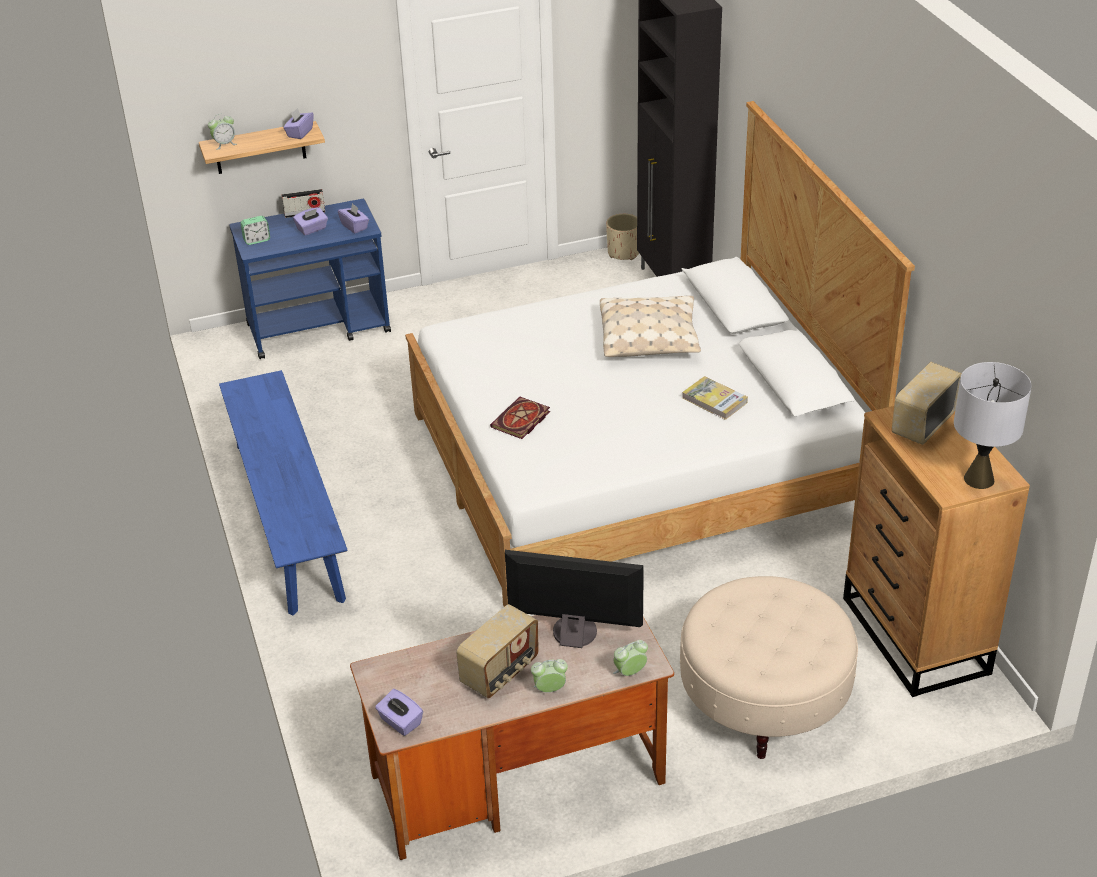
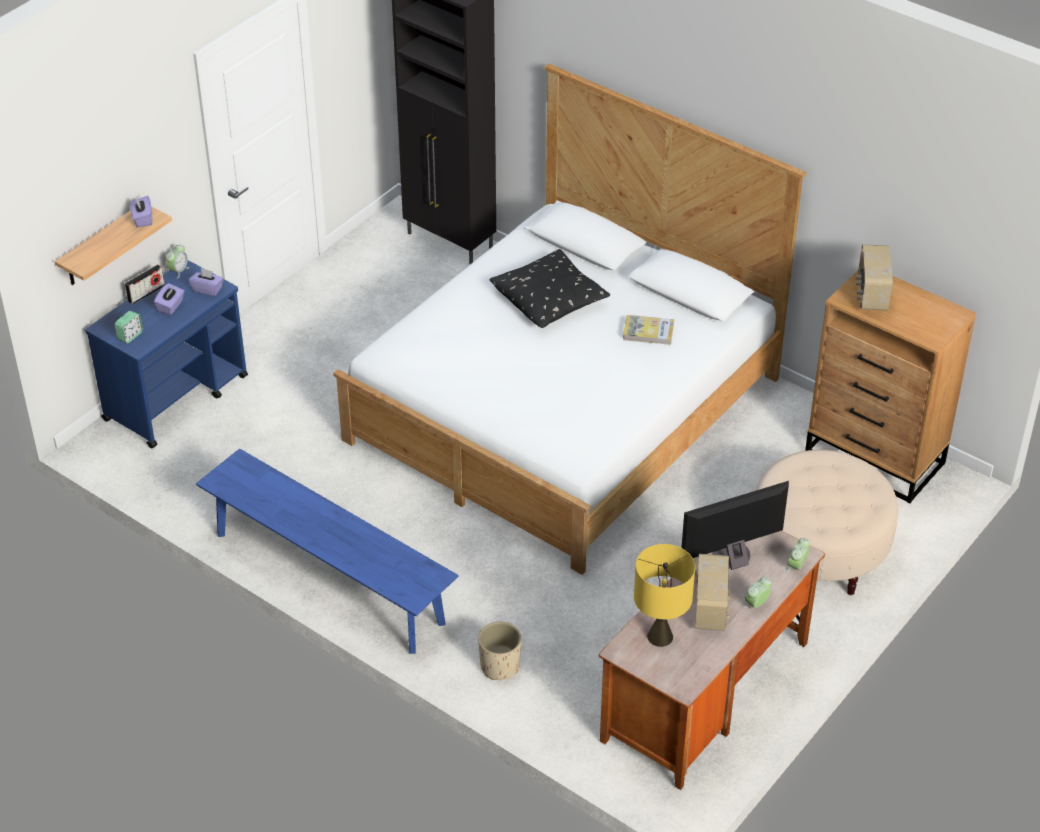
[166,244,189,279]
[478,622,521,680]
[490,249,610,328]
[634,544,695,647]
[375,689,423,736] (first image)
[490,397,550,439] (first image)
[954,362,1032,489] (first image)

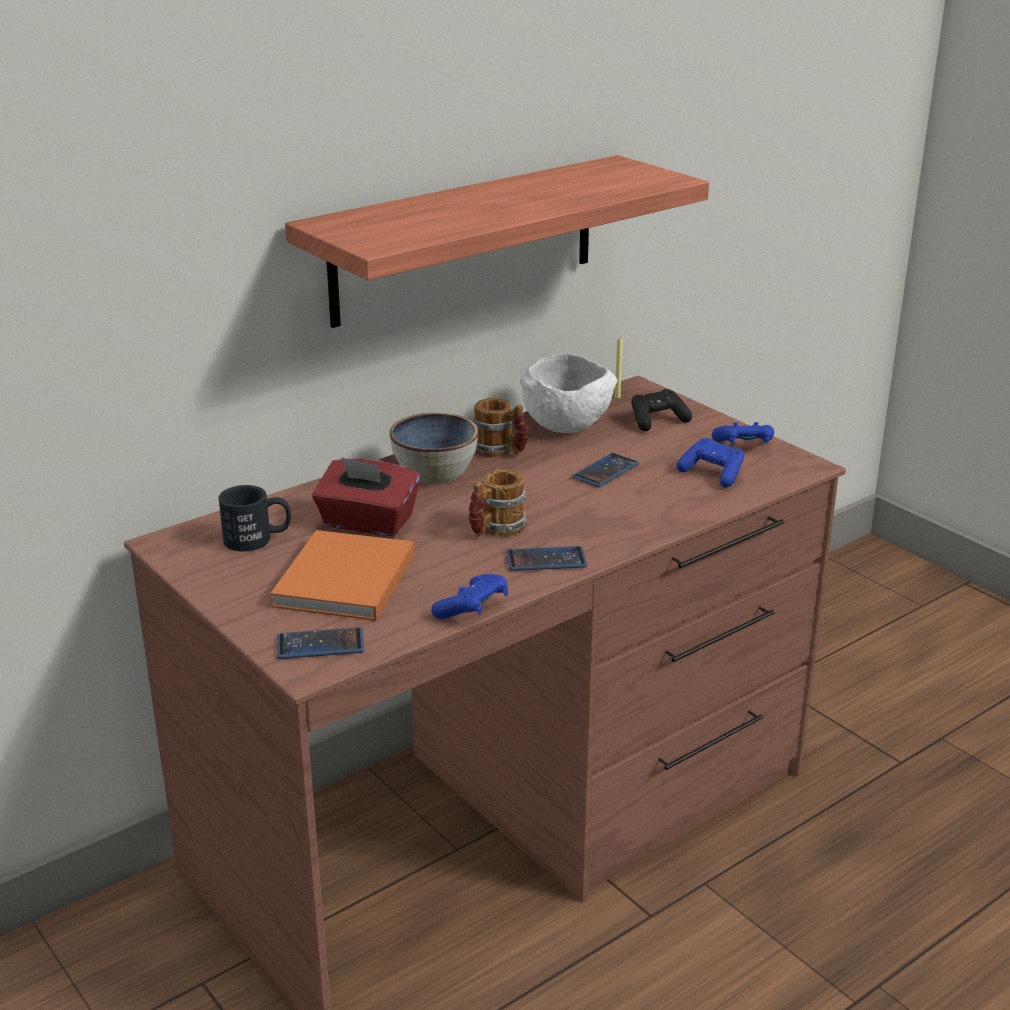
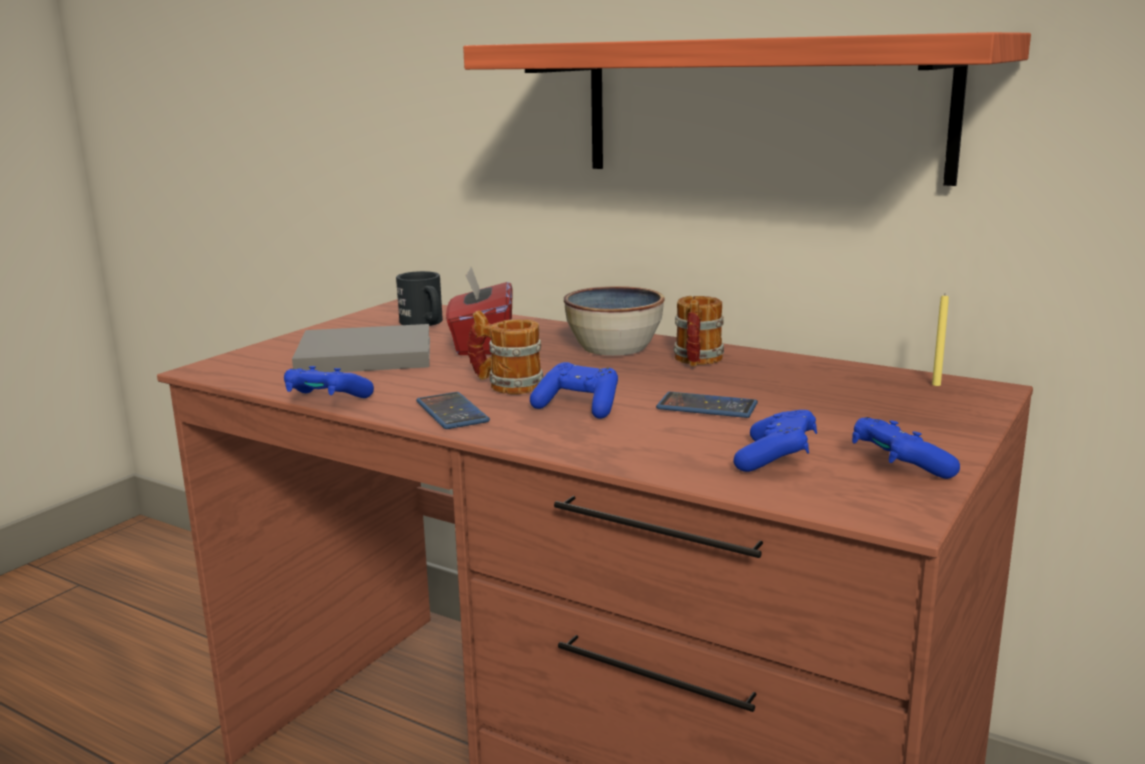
[292,324,430,372]
[530,362,618,419]
[277,627,364,659] (first image)
[520,353,618,433] (first image)
[631,389,692,431] (first image)

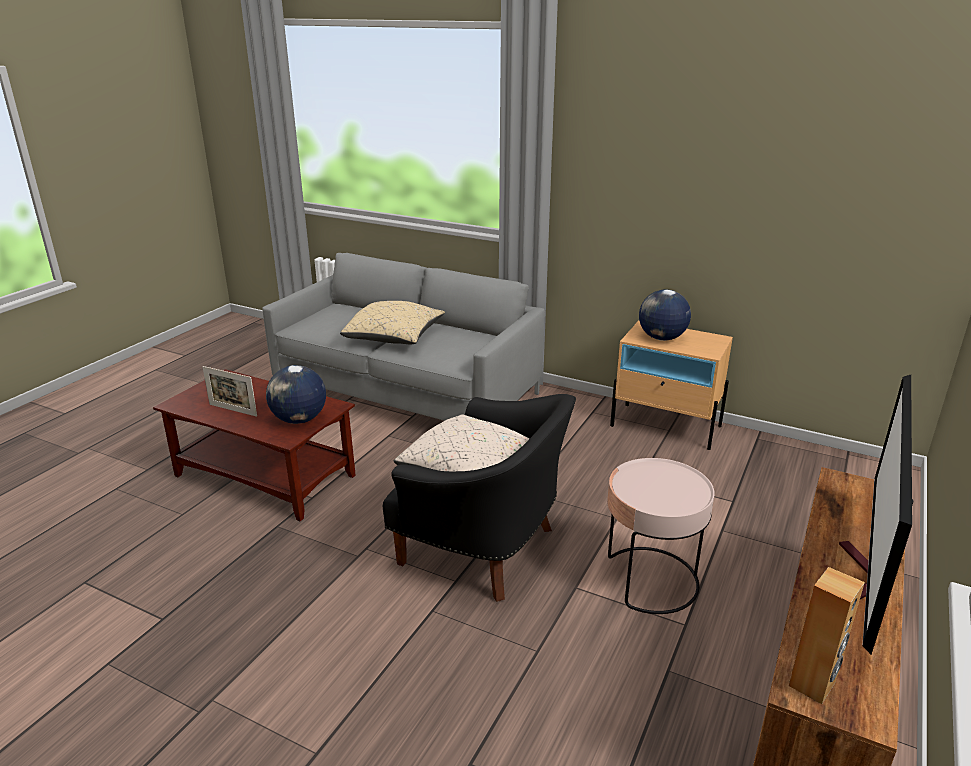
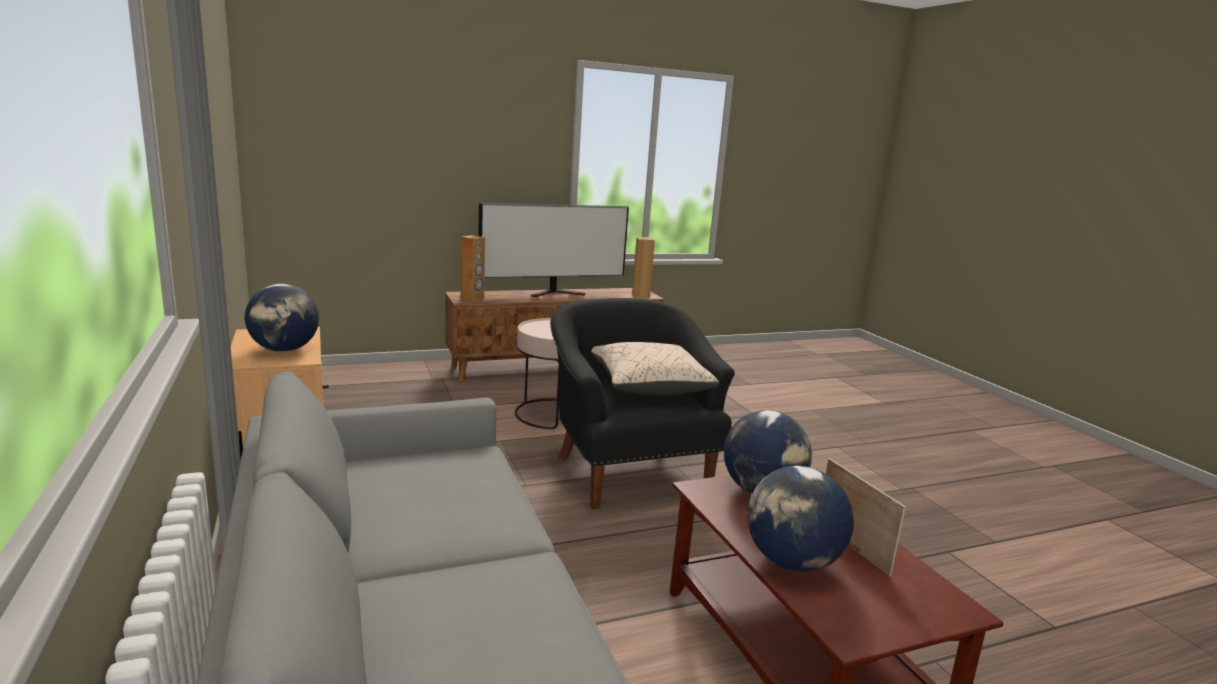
[461,235,485,302]
[747,466,854,572]
[340,301,445,344] (first image)

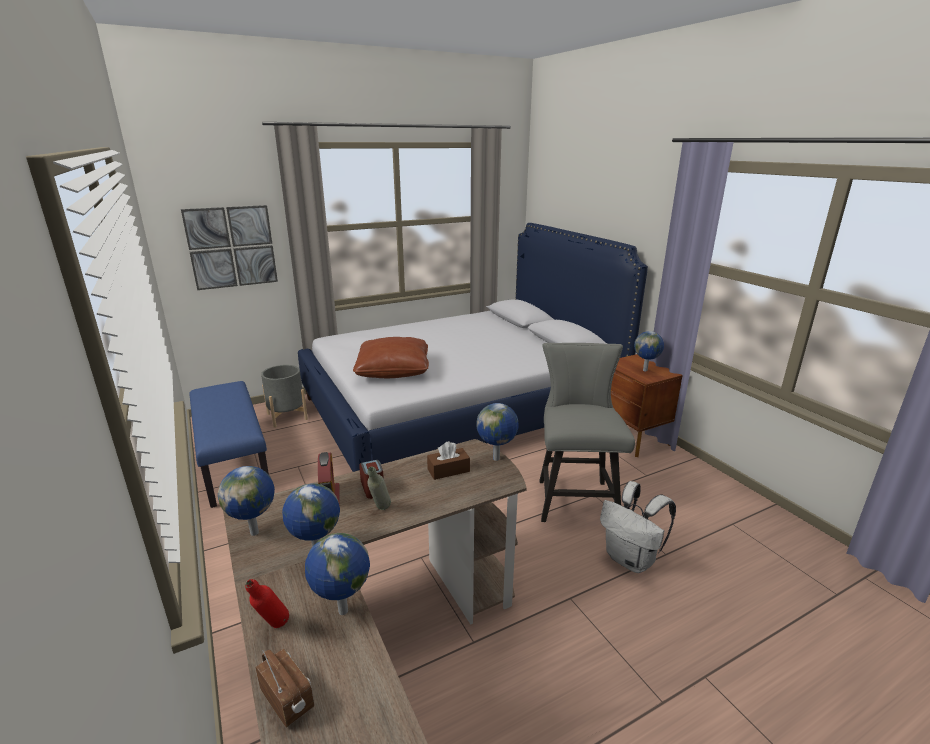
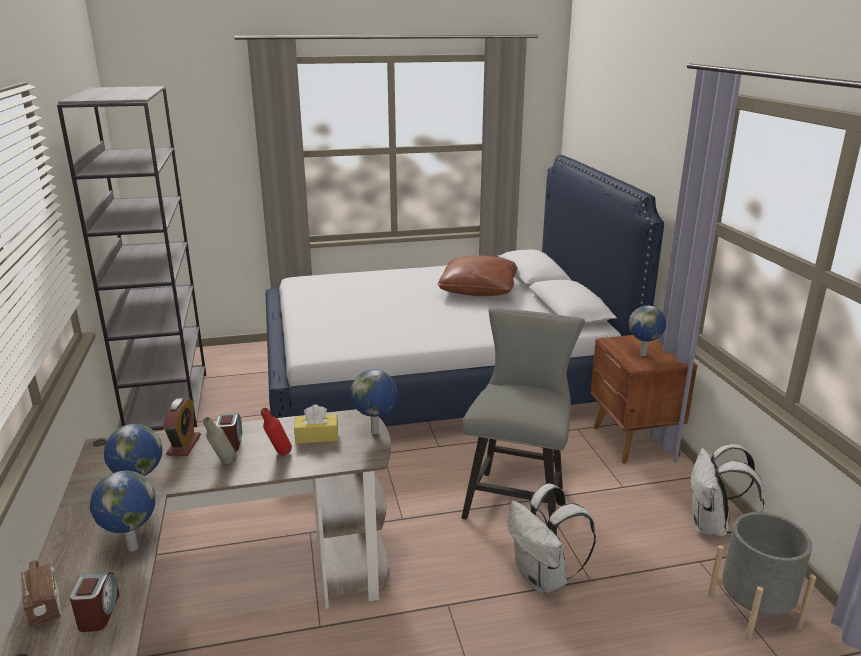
[57,86,206,430]
[70,572,120,632]
[261,408,292,455]
[294,404,338,444]
[438,255,518,296]
[690,444,764,537]
[708,512,816,642]
[181,205,278,290] (first image)
[218,466,275,536] (first image)

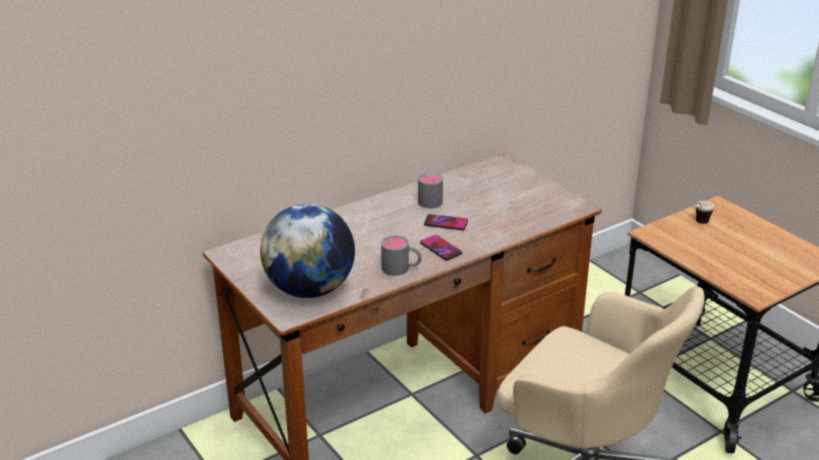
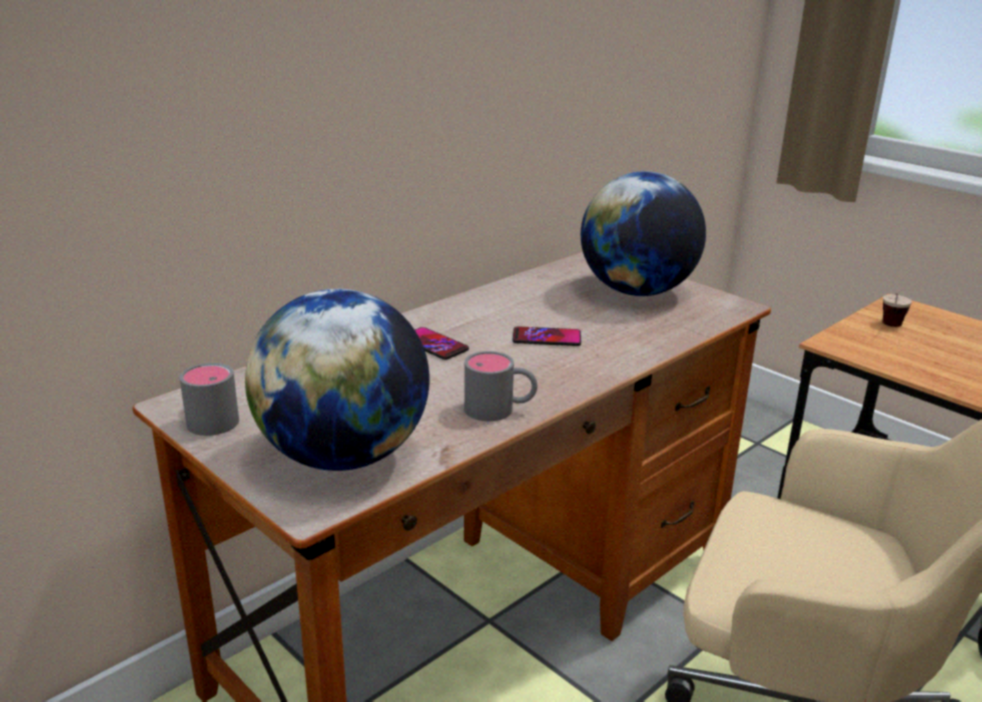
[179,363,239,436]
[415,327,469,360]
[581,171,706,296]

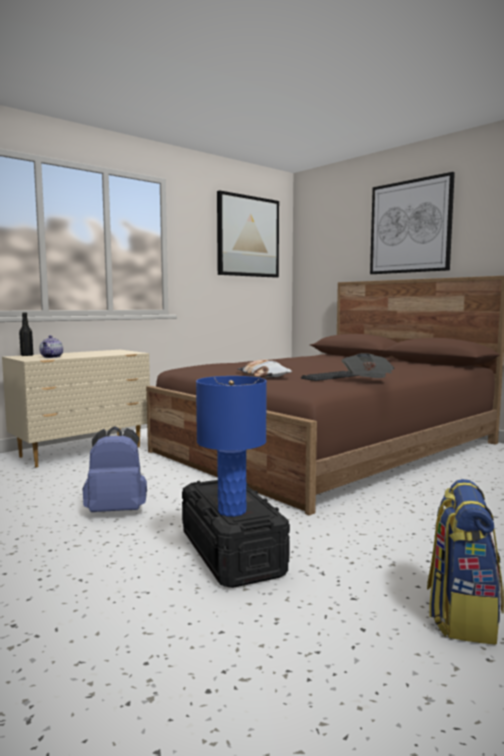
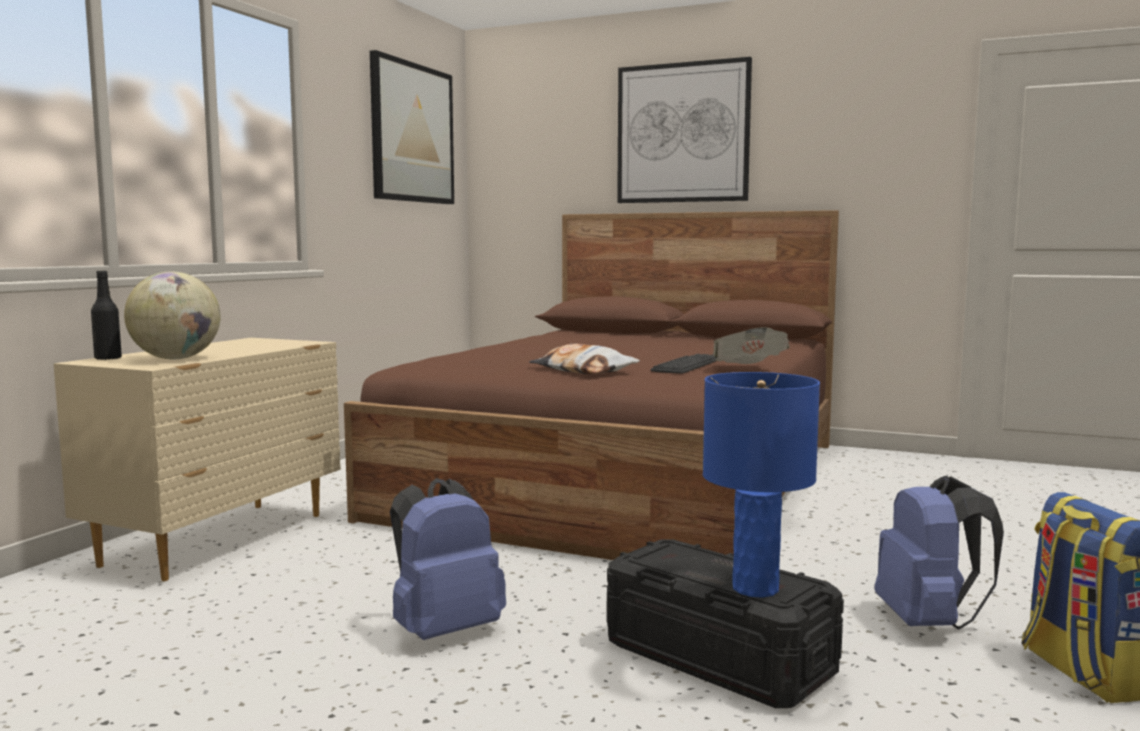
[124,272,221,359]
[875,475,1004,630]

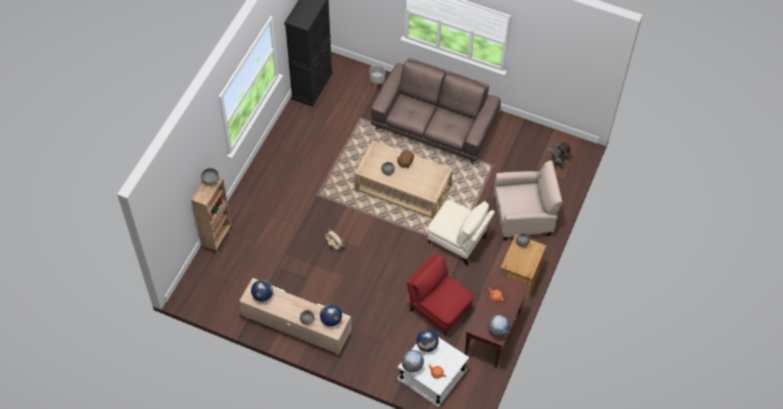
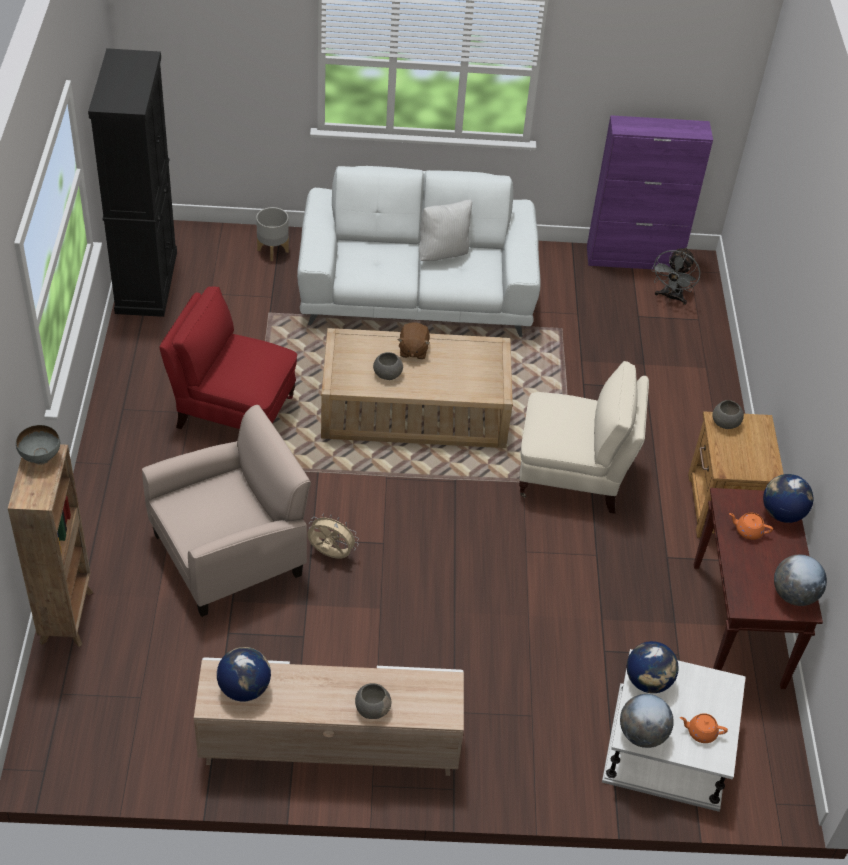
[142,405,311,617]
[160,286,297,429]
[297,166,541,337]
[418,199,472,261]
[587,115,713,269]
[763,474,813,523]

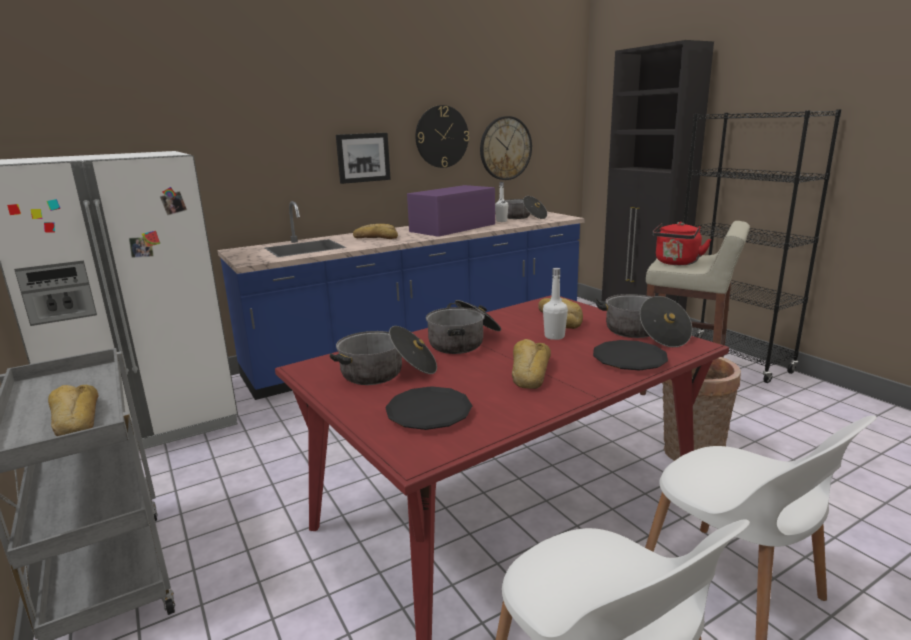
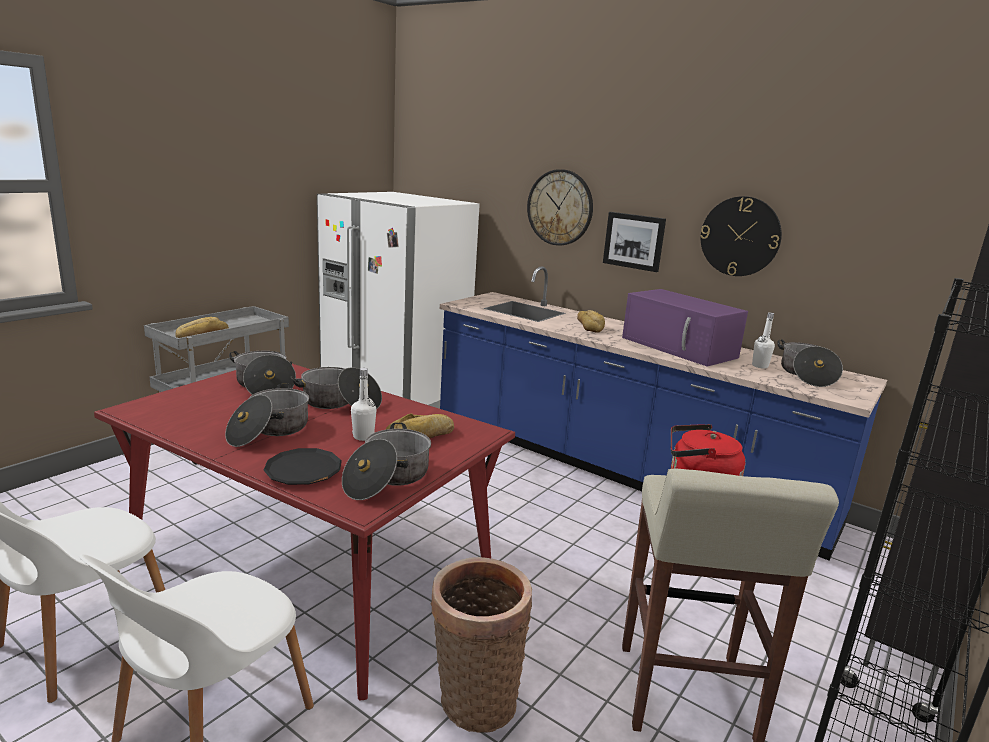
[225,383,309,447]
[527,169,593,246]
[622,289,748,367]
[385,386,472,430] (first image)

